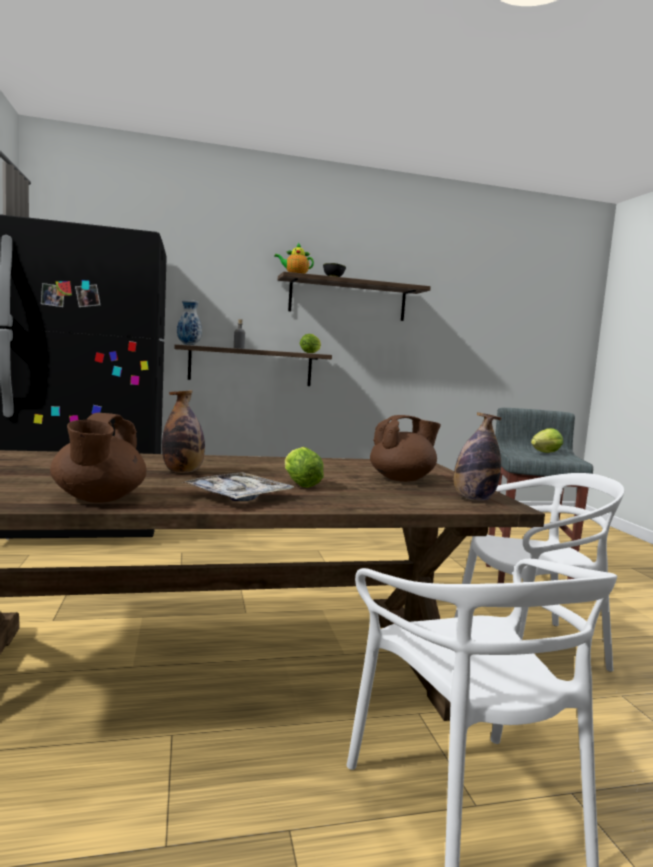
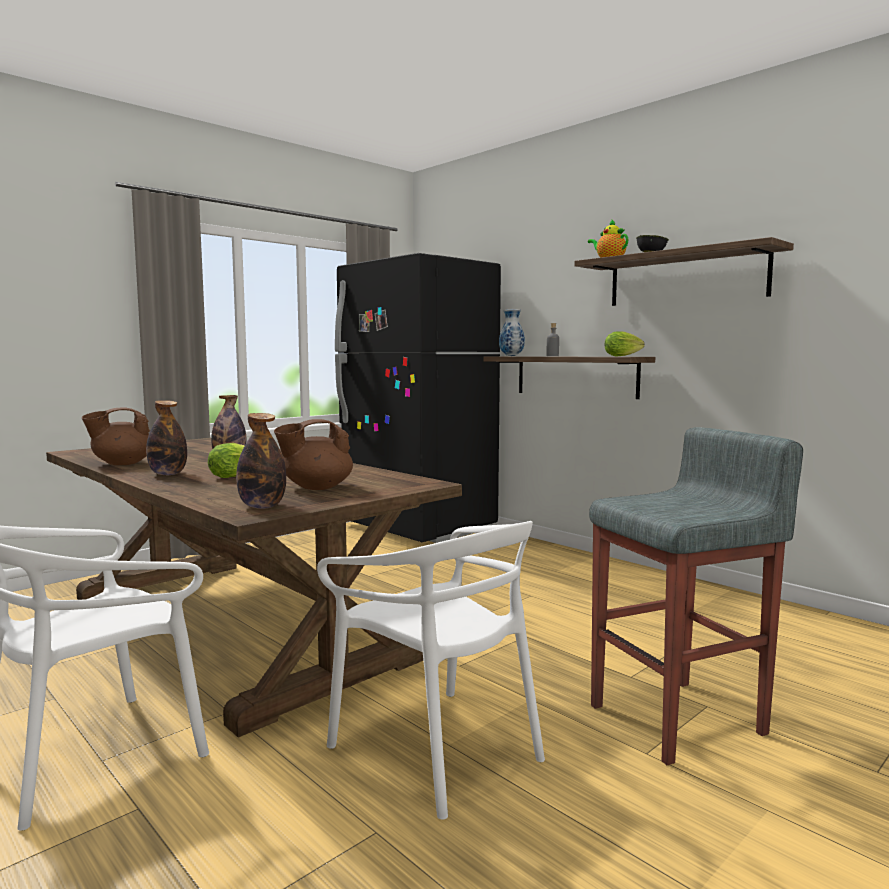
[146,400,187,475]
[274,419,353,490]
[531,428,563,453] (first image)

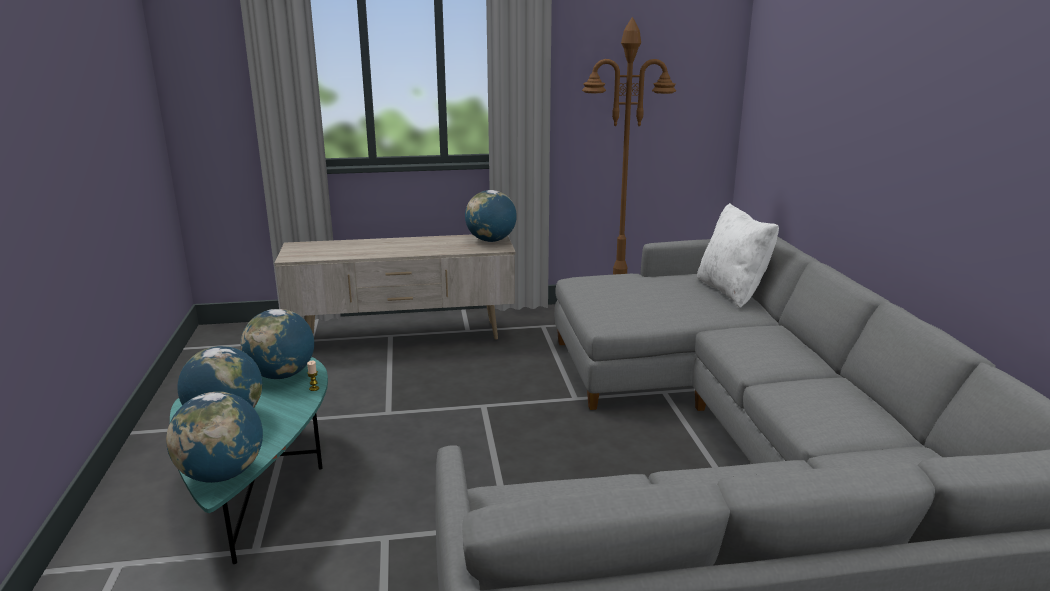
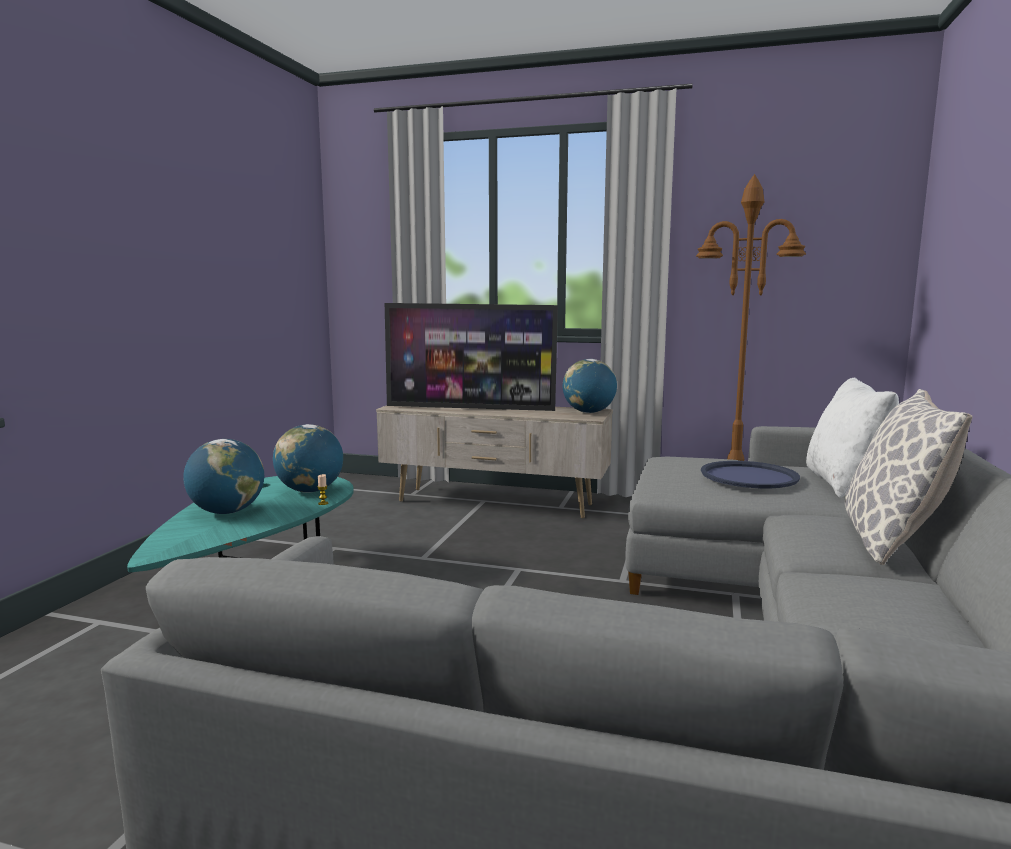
[385,303,558,411]
[701,461,800,488]
[844,389,973,565]
[166,392,263,483] (first image)

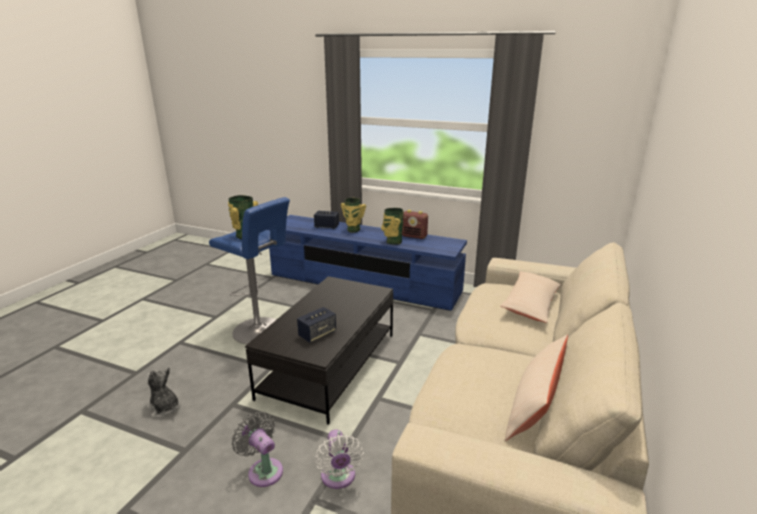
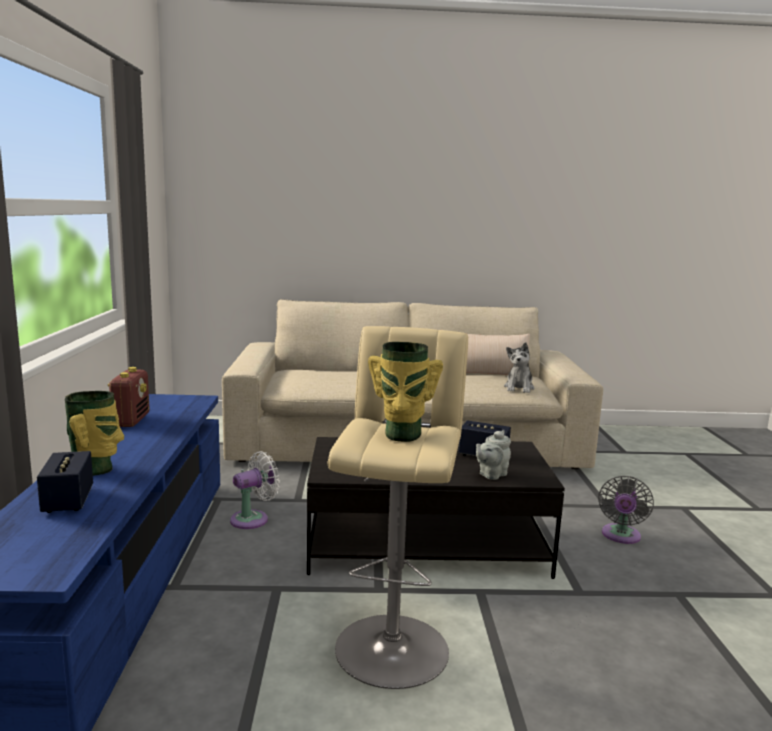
[230,451,280,529]
[327,326,468,689]
[476,430,511,480]
[504,342,535,393]
[381,208,403,245] (first image)
[500,271,561,323] (first image)

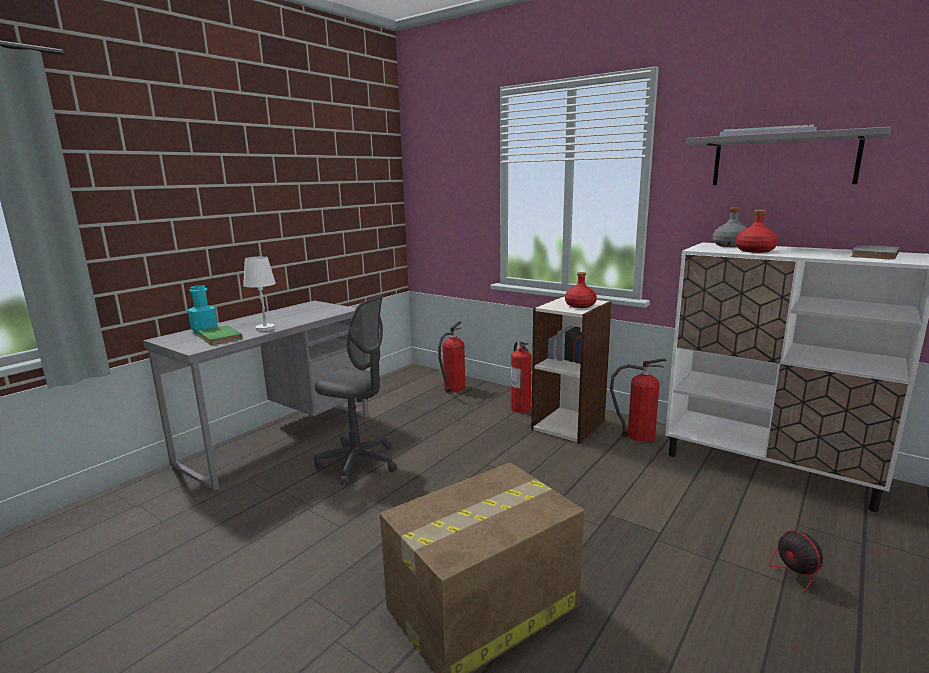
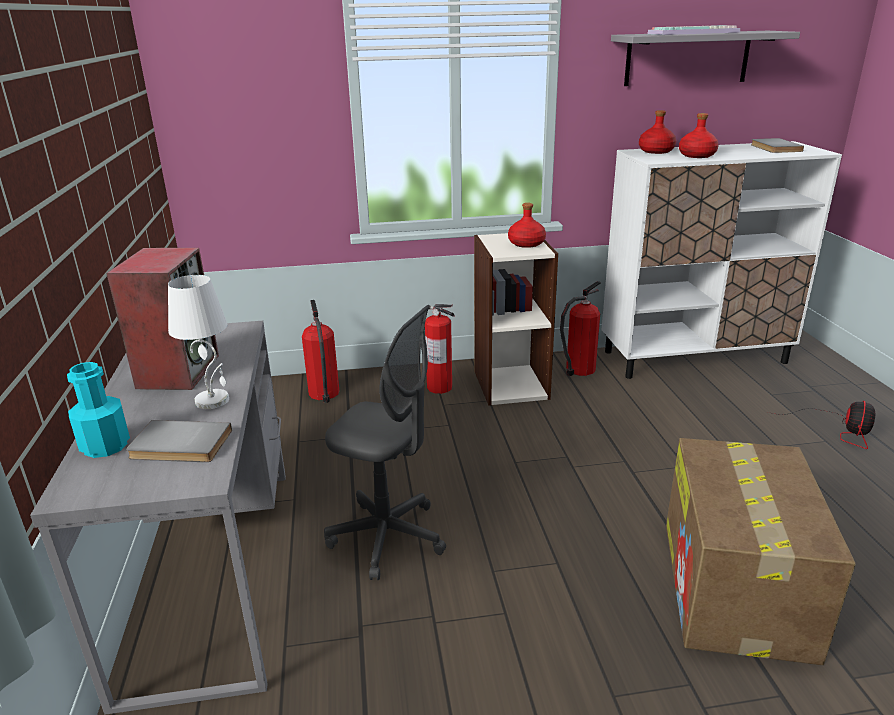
[106,248,219,390]
[126,420,232,462]
[324,305,446,580]
[639,110,677,154]
[768,401,875,449]

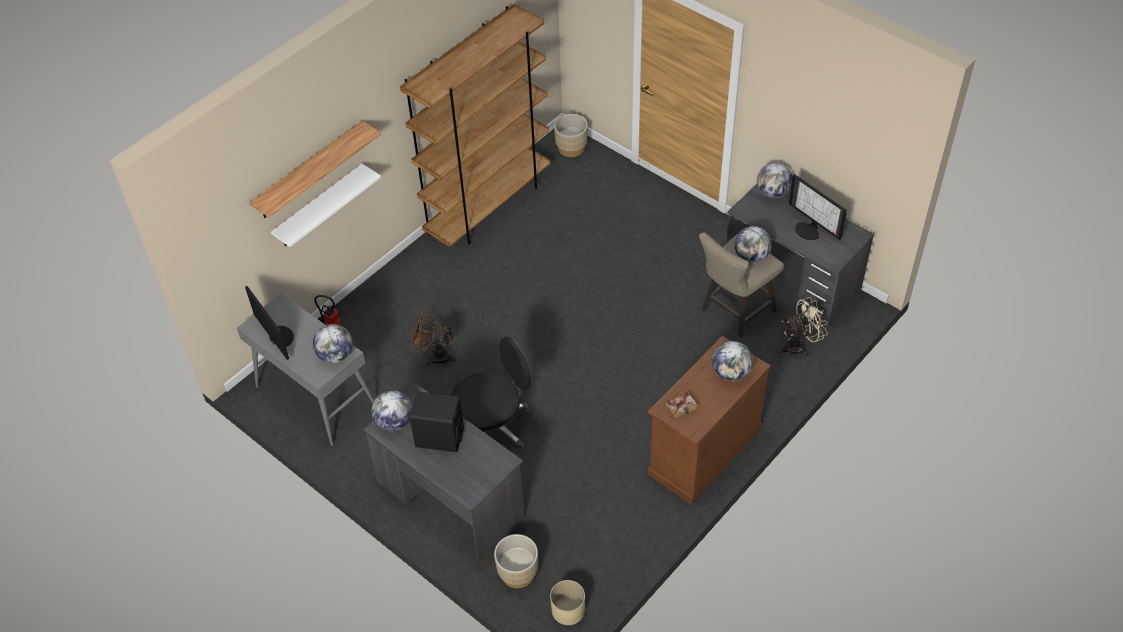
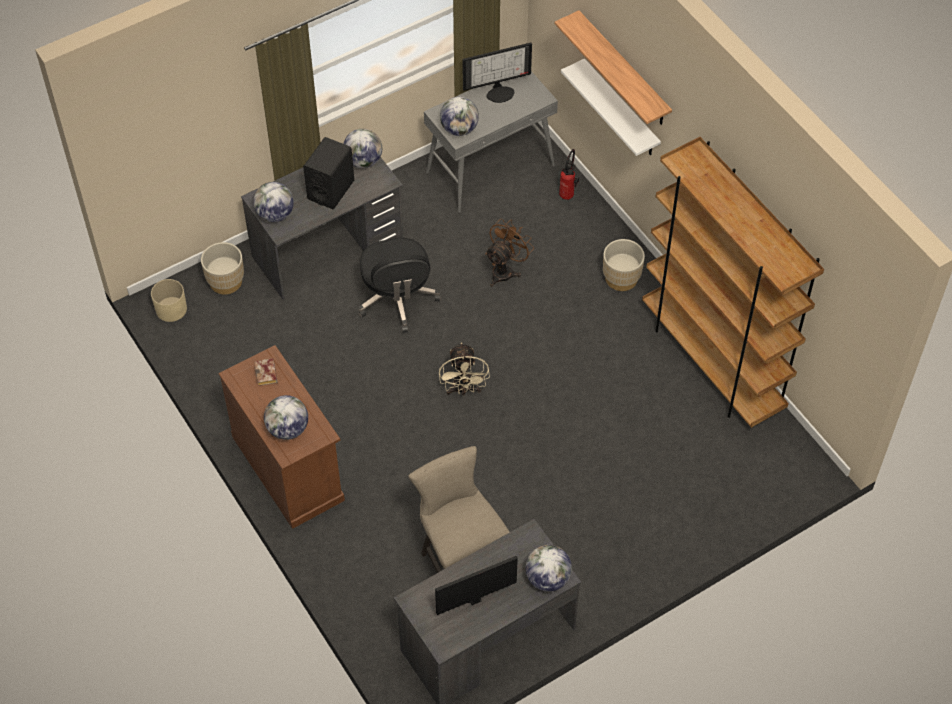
[253,182,294,222]
[439,342,490,396]
[603,239,645,291]

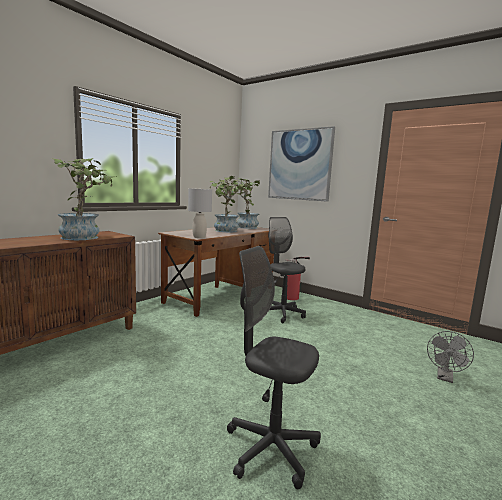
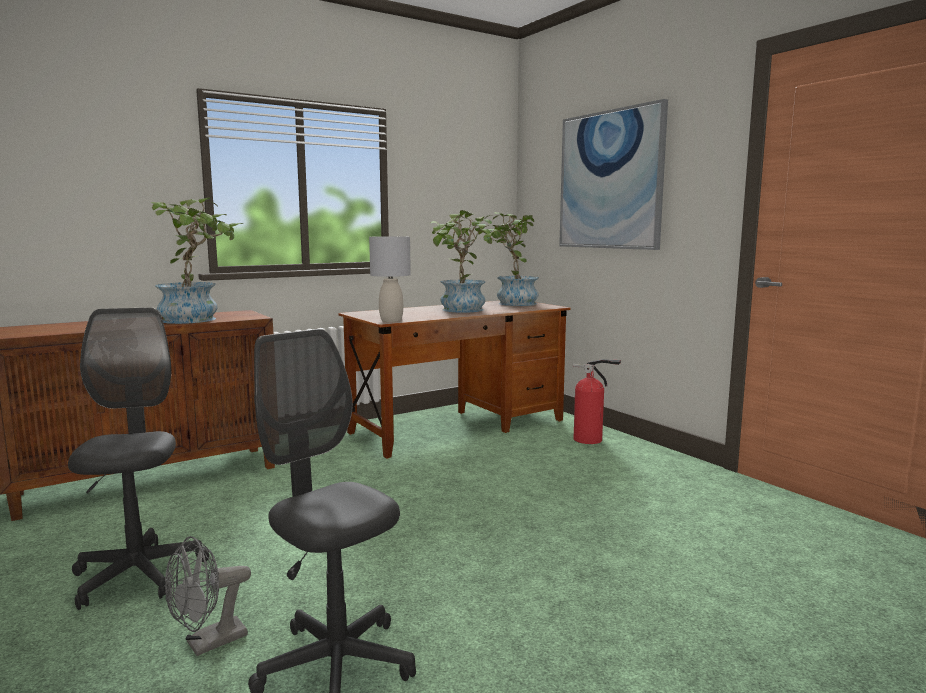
[68,307,209,610]
[165,536,251,656]

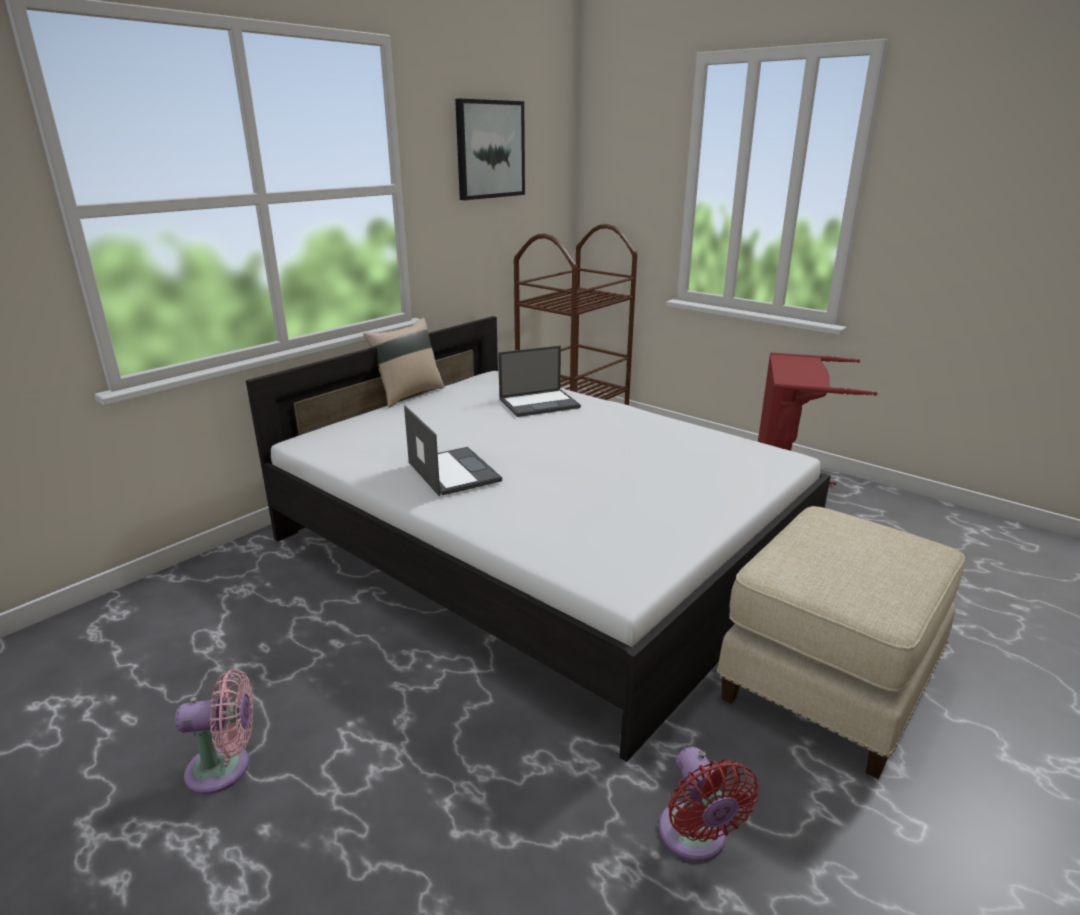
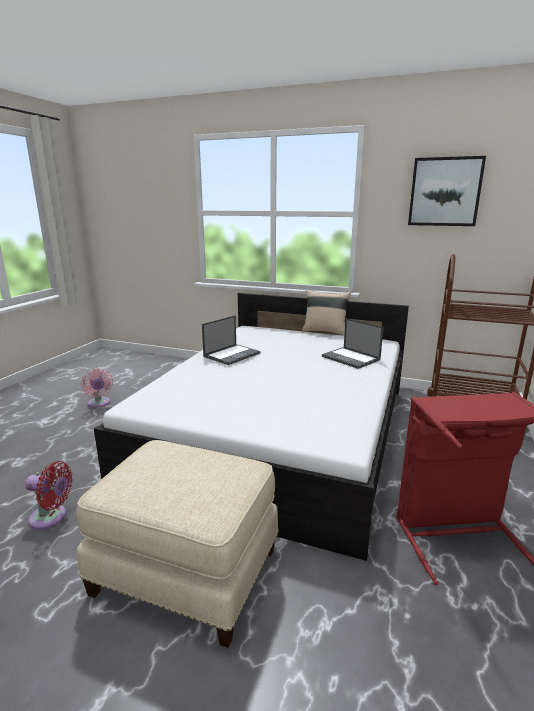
[25,461,73,529]

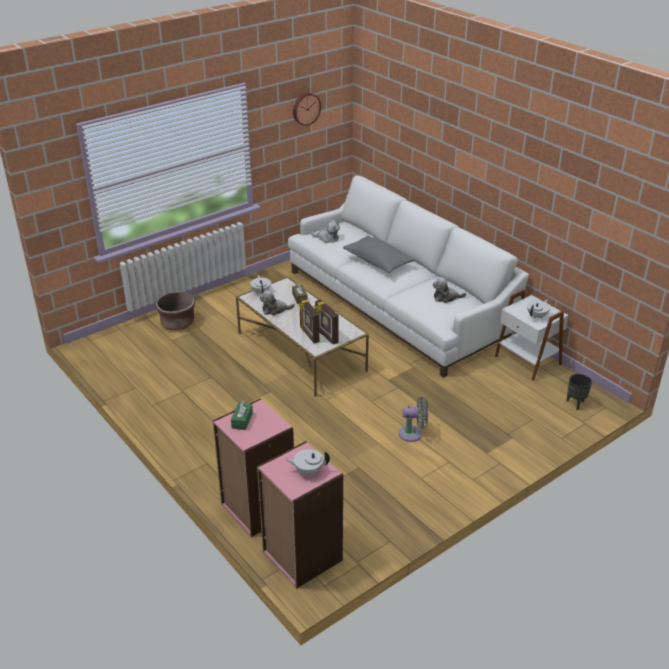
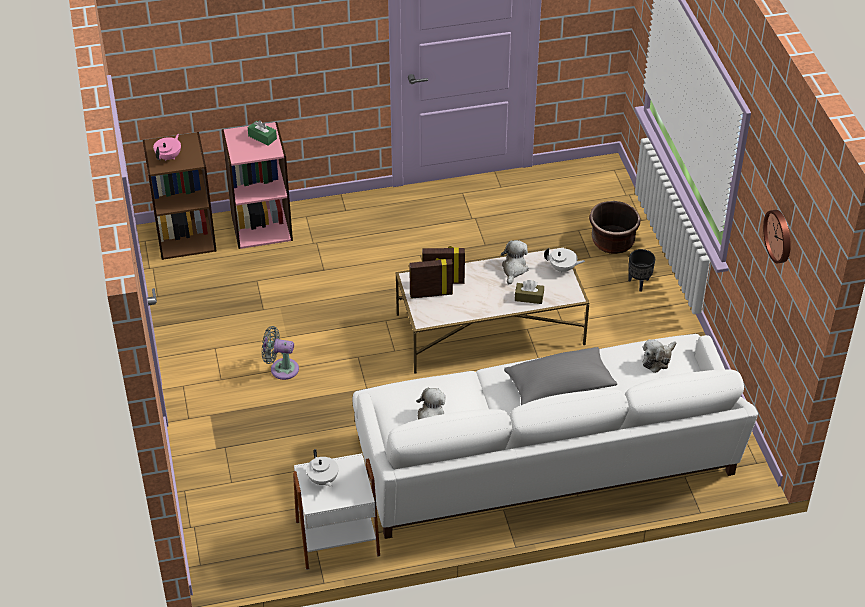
[143,132,217,260]
[153,134,181,161]
[262,326,299,380]
[628,249,655,292]

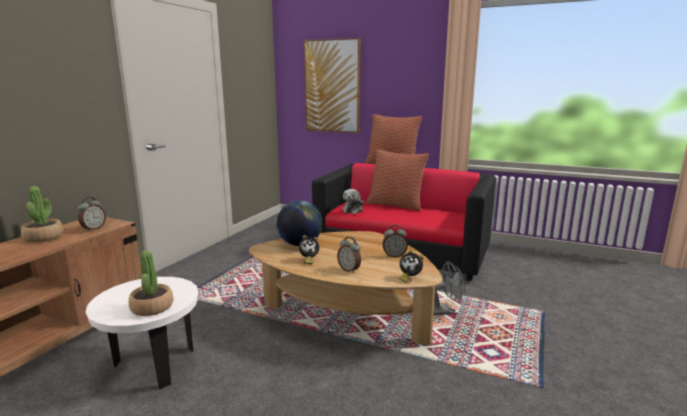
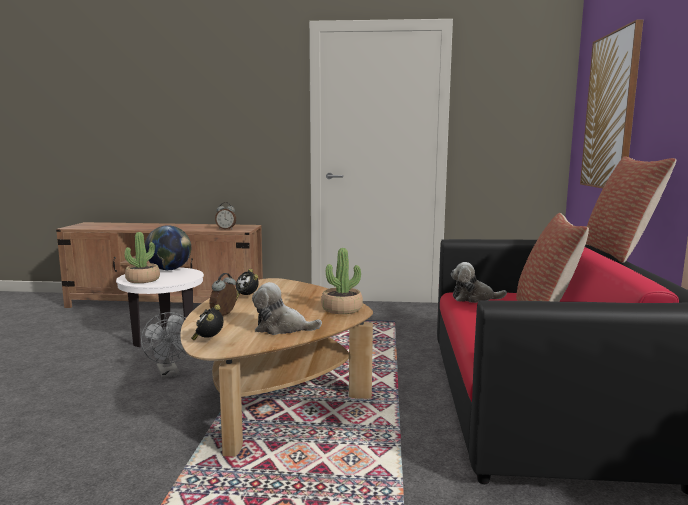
[141,312,187,378]
[145,225,191,270]
[252,282,322,335]
[321,248,363,314]

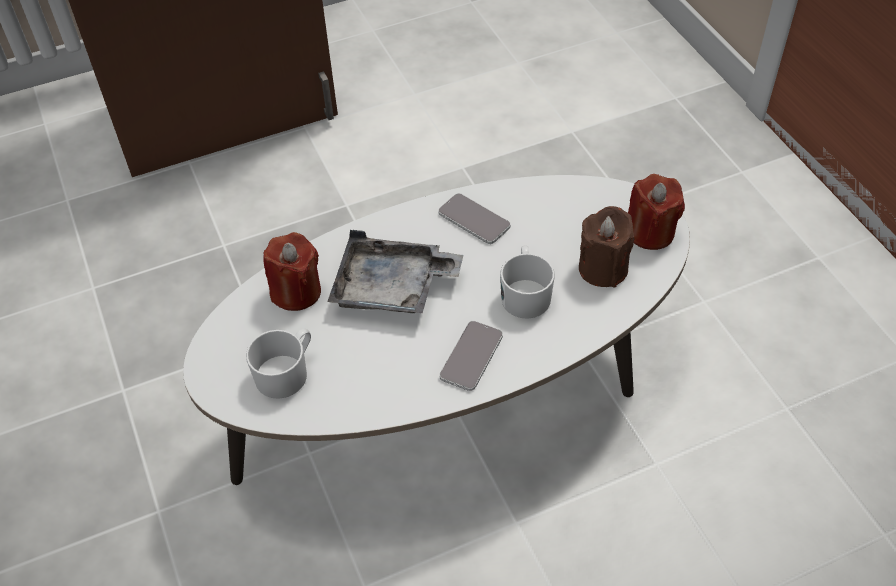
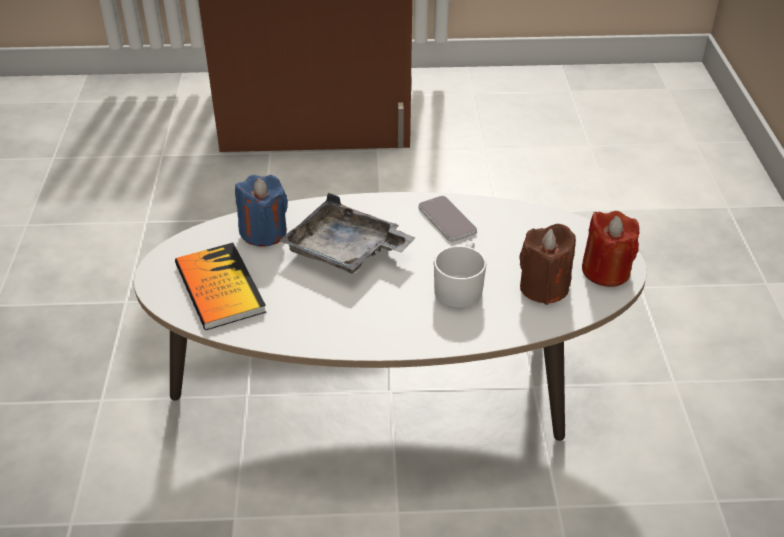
[175,243,266,330]
[235,175,288,247]
[439,321,503,391] (first image)

